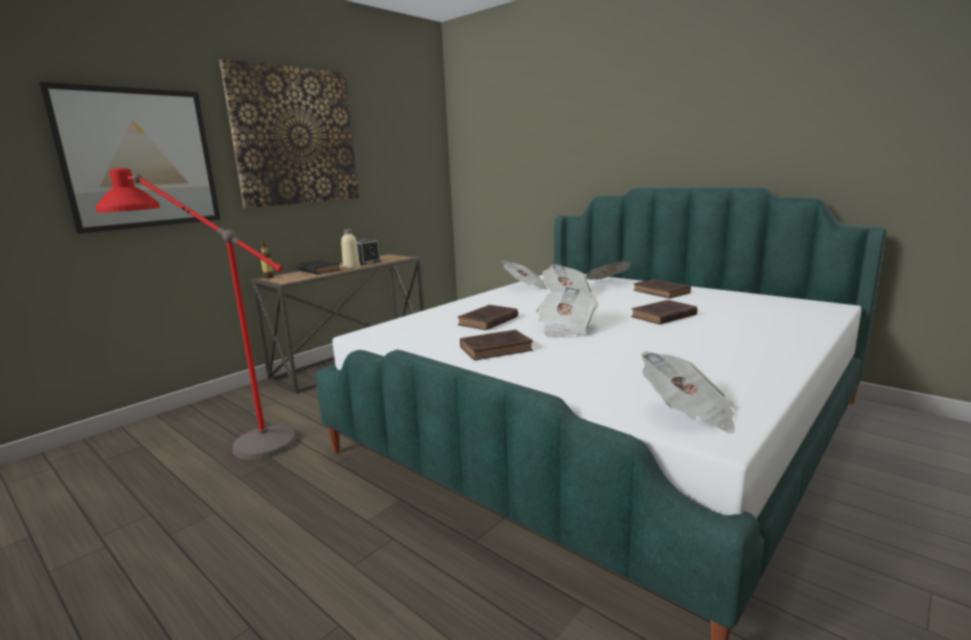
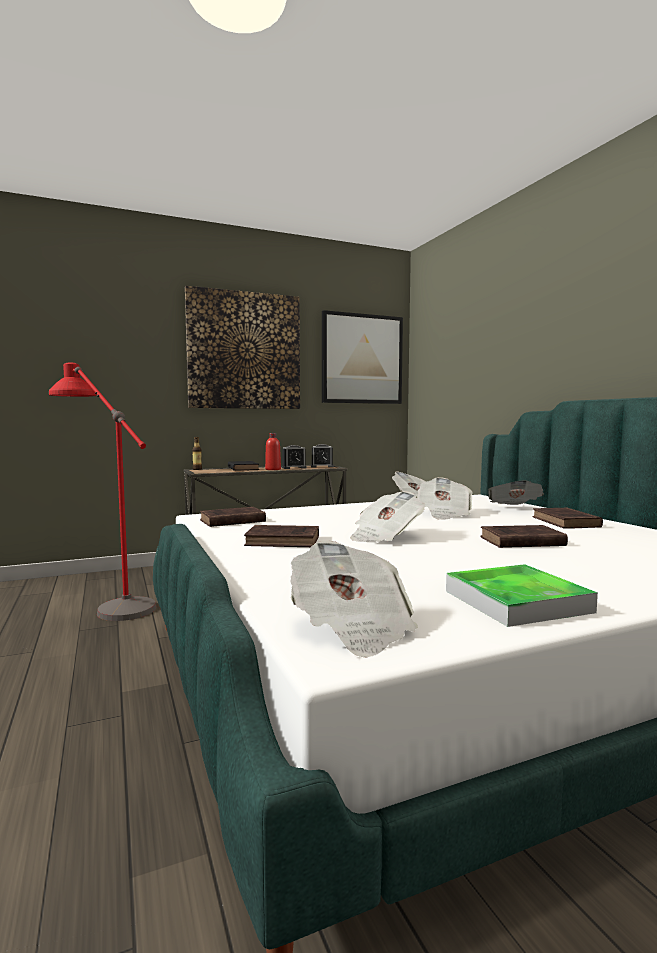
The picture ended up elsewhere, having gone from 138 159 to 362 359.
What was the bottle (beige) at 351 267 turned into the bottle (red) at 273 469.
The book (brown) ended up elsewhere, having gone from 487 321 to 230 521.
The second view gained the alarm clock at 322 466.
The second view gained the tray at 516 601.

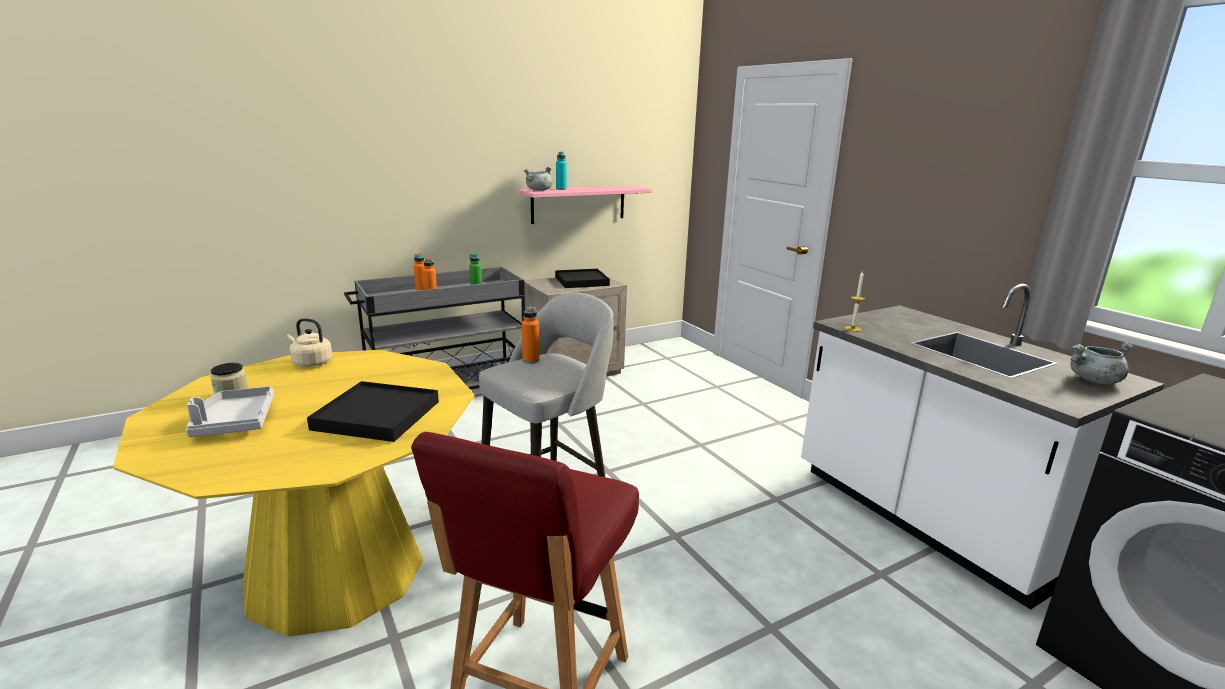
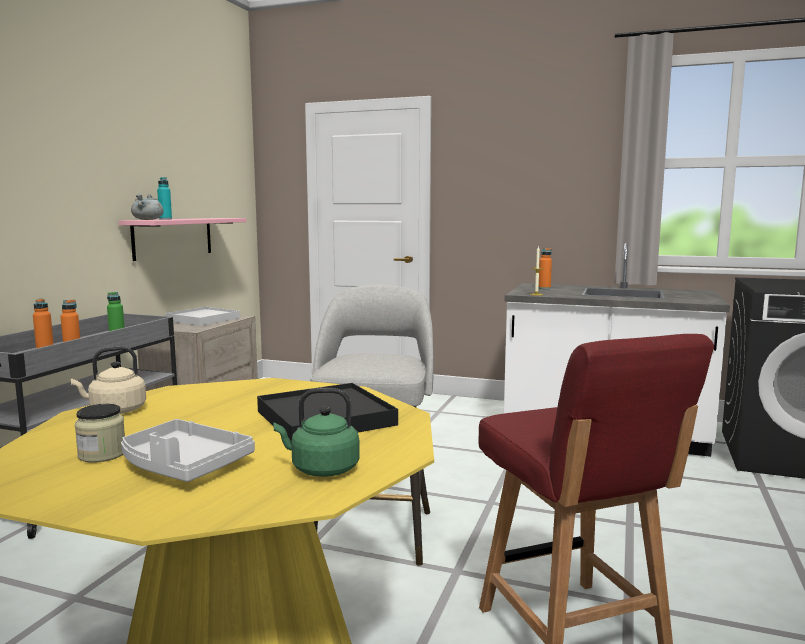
The bottle (orange) ended up elsewhere, having gone from 531 360 to 544 288.
What was the tray (black) at 582 281 turned into the tray (white) at 203 319.
The second view lost the cooking pot (grey) at 1094 380.
The second view gained the kettle (green) at 321 469.

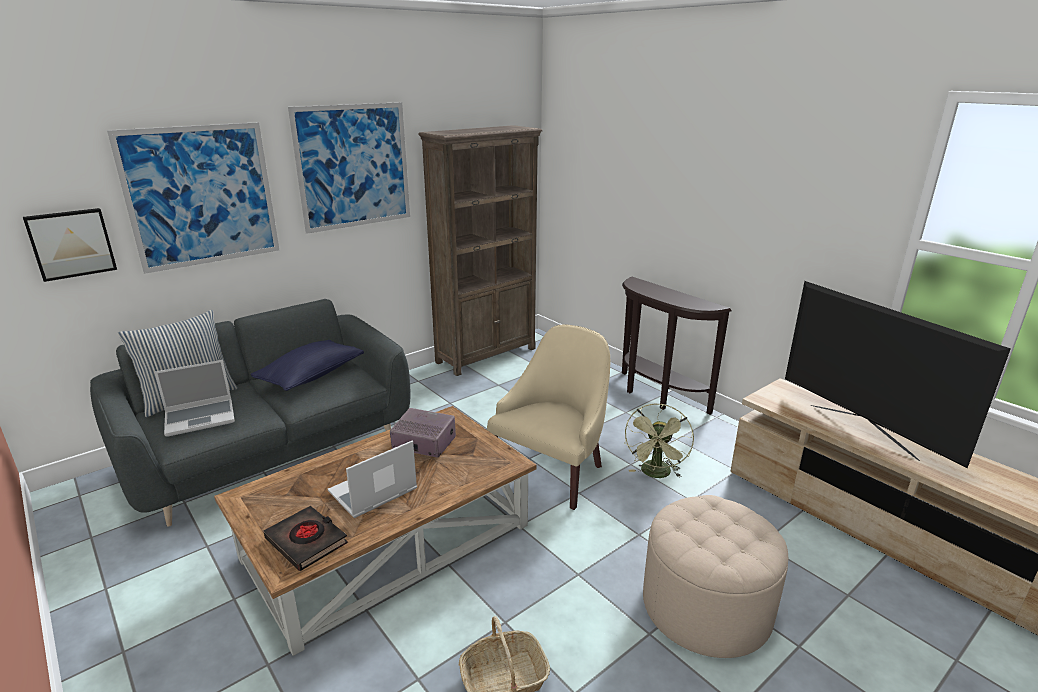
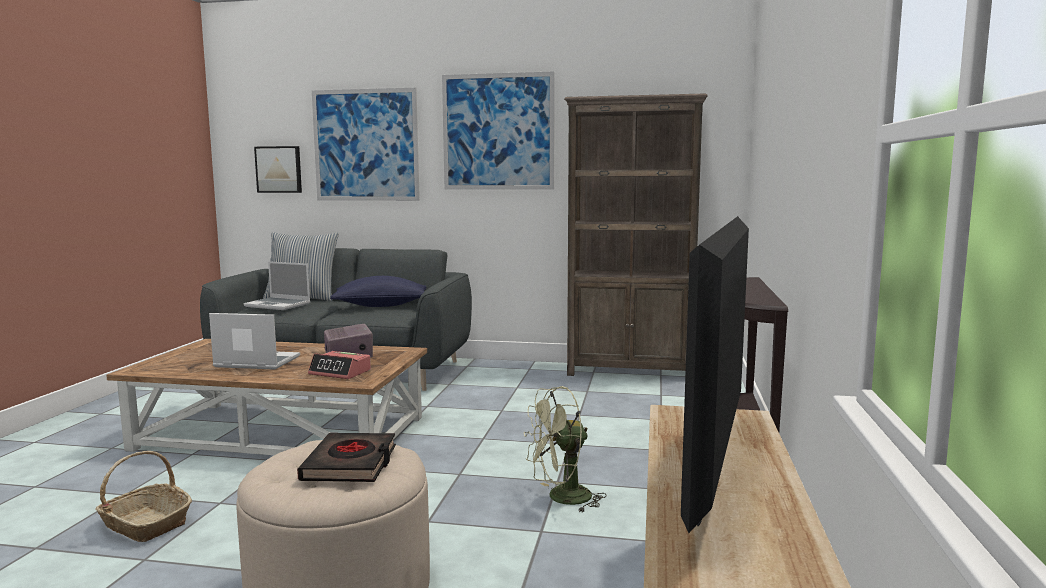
The book (black) ended up elsewhere, having gone from 307 541 to 351 464.
The second view lost the armchair (beige) at 552 471.
The second view gained the alarm clock at 340 372.

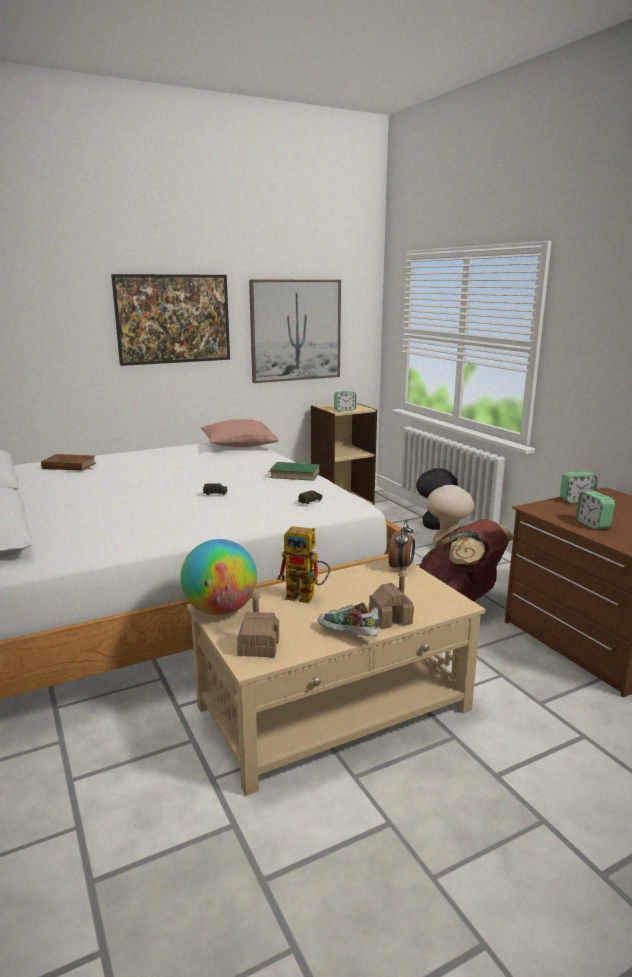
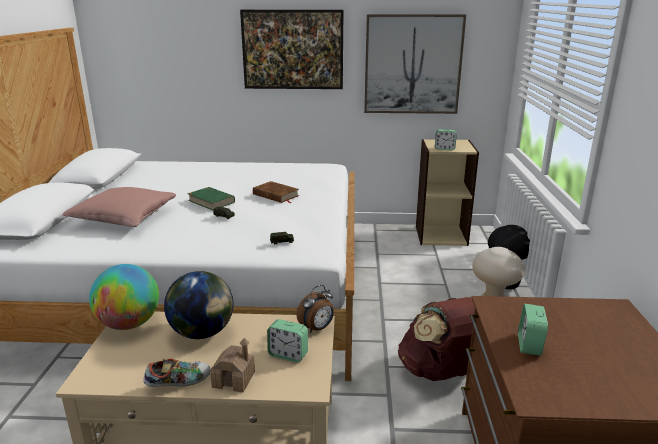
The book (brown) ended up elsewhere, having gone from 69 466 to 276 195.
The pillow (pink) ended up elsewhere, having gone from 238 445 to 124 218.
The second view lost the toy house at 259 646.
The book (green) ended up elsewhere, having gone from 294 474 to 211 201.
Where the toy robot stood at 307 596, the globe came to stand at 202 332.
The shoe at 347 635 ended up facing another way, 90 degrees clockwise from before.
The alarm clock ended up elsewhere, having gone from 576 500 to 288 354.

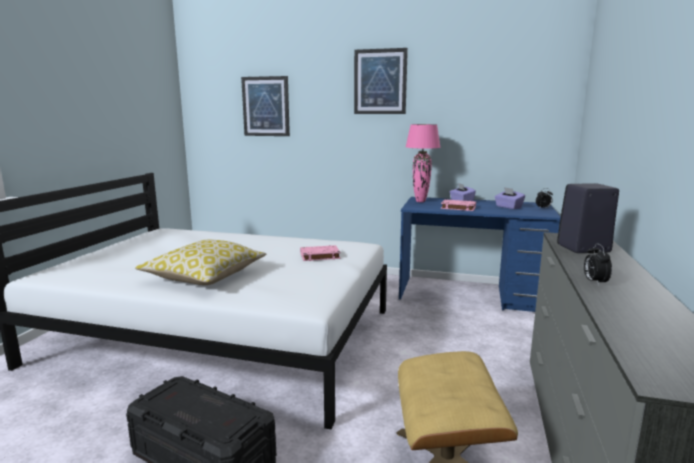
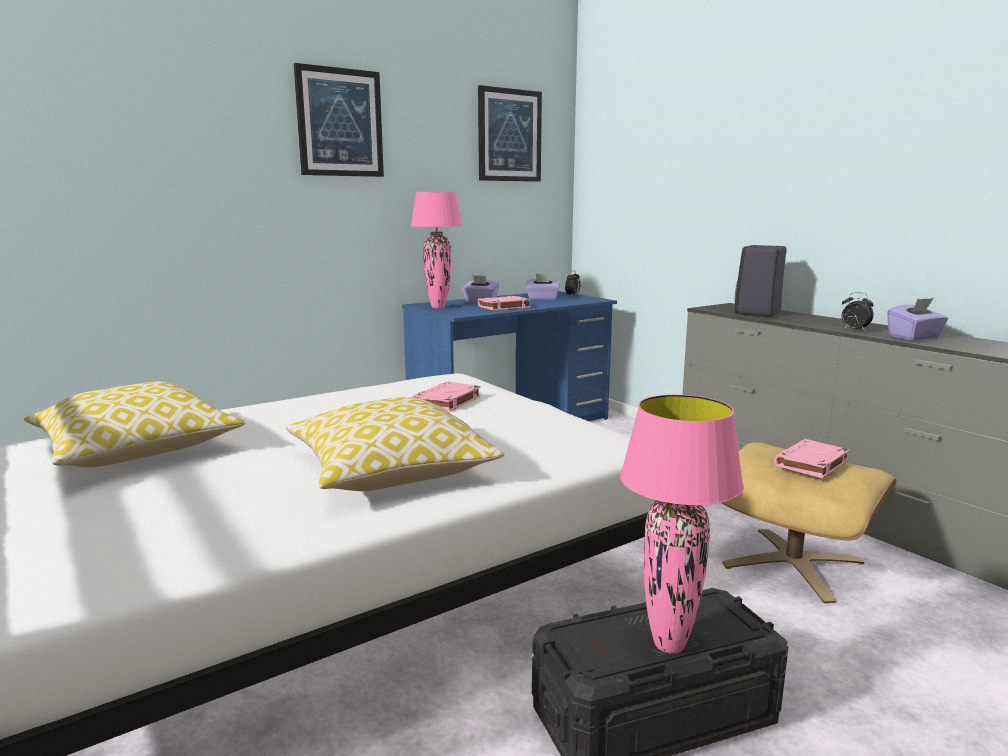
The picture ended up elsewhere, having gone from 266 106 to 509 135.
The second view gained the pillow at 137 450.
The second view gained the table lamp (pink) at 670 645.
The second view gained the book (pink) at 811 463.
The second view gained the tissue box (purple) at 914 337.

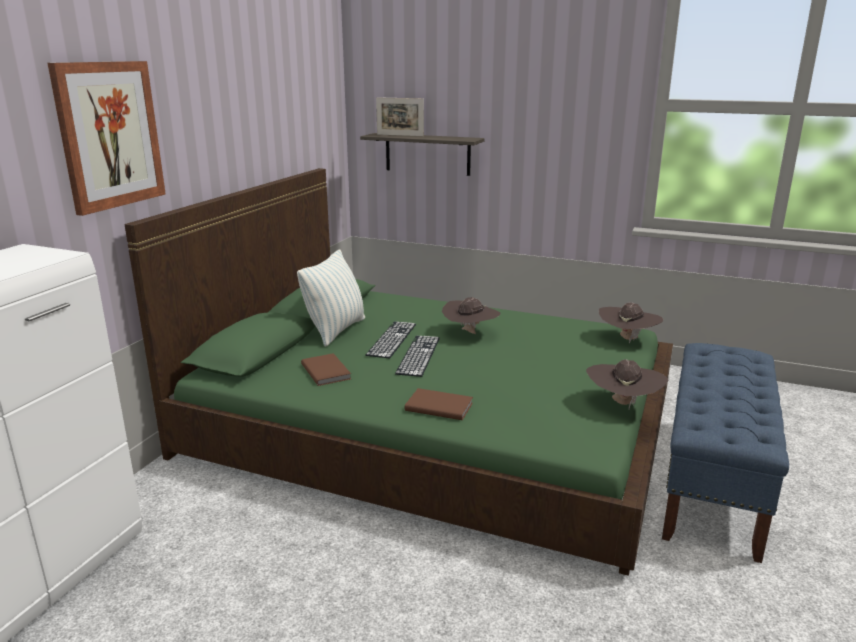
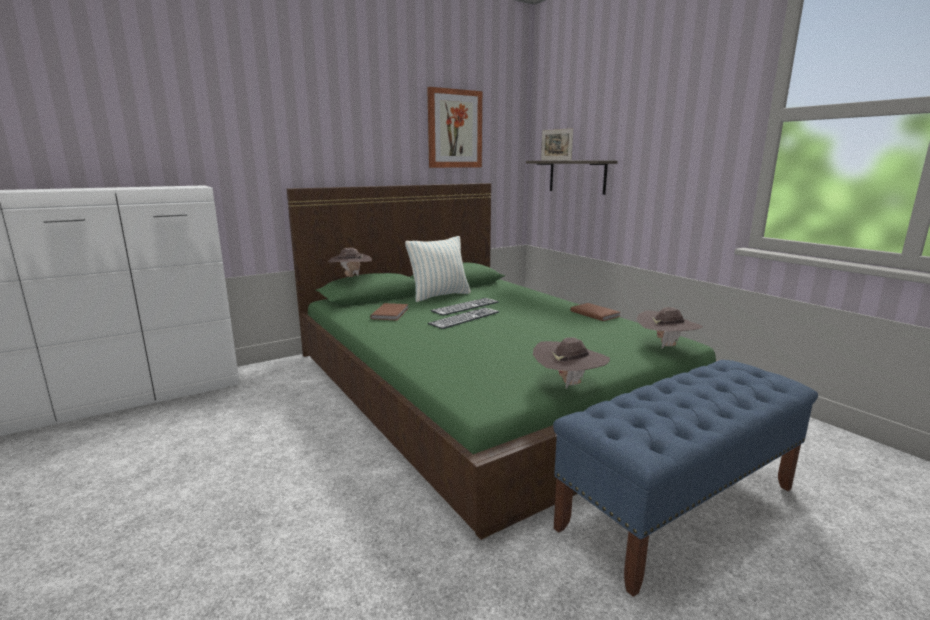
The picture ended up elsewhere, having gone from 109 135 to 454 129.
The book (brown) ended up elsewhere, having gone from 438 406 to 595 313.
The hat (brown) ended up elsewhere, having gone from 470 334 to 350 277.

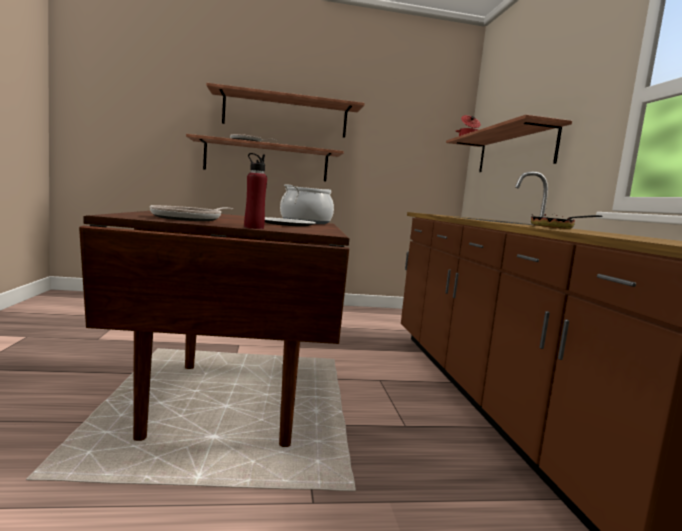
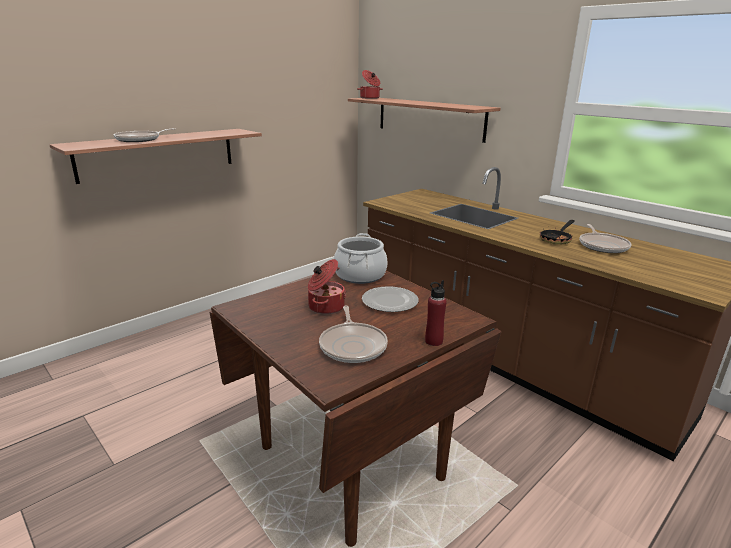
The second view lost the shelf at 285 115.
The second view gained the cooking pot at 325 307.
The second view gained the frying pan at 602 246.

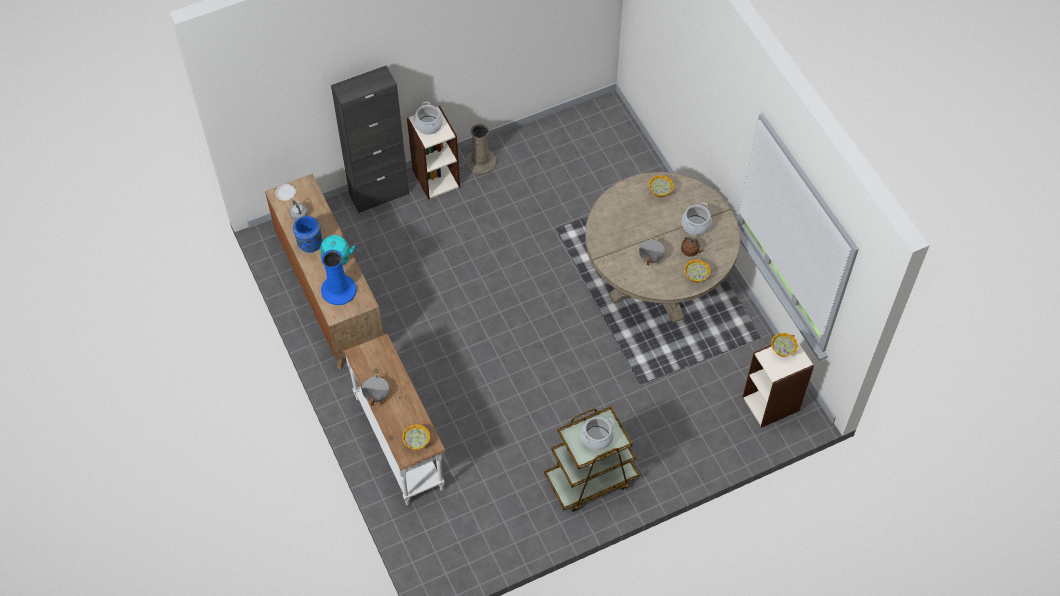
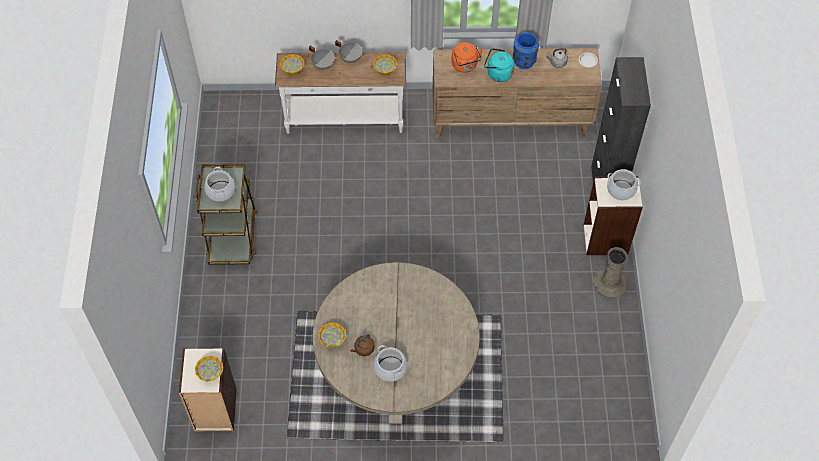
Where the vase (blue) stood at 339 290, the kettle (orange) came to stand at 465 66.
The cooking pot (grey) ended up elsewhere, having gone from 650 257 to 323 65.
The bowl ended up elsewhere, having gone from 660 191 to 385 70.

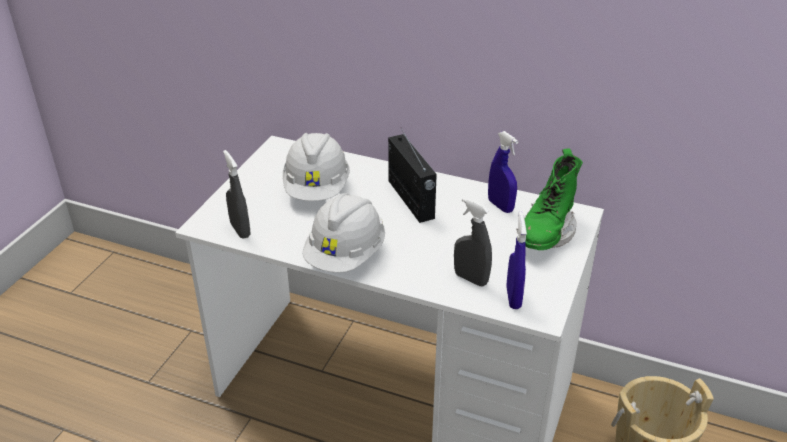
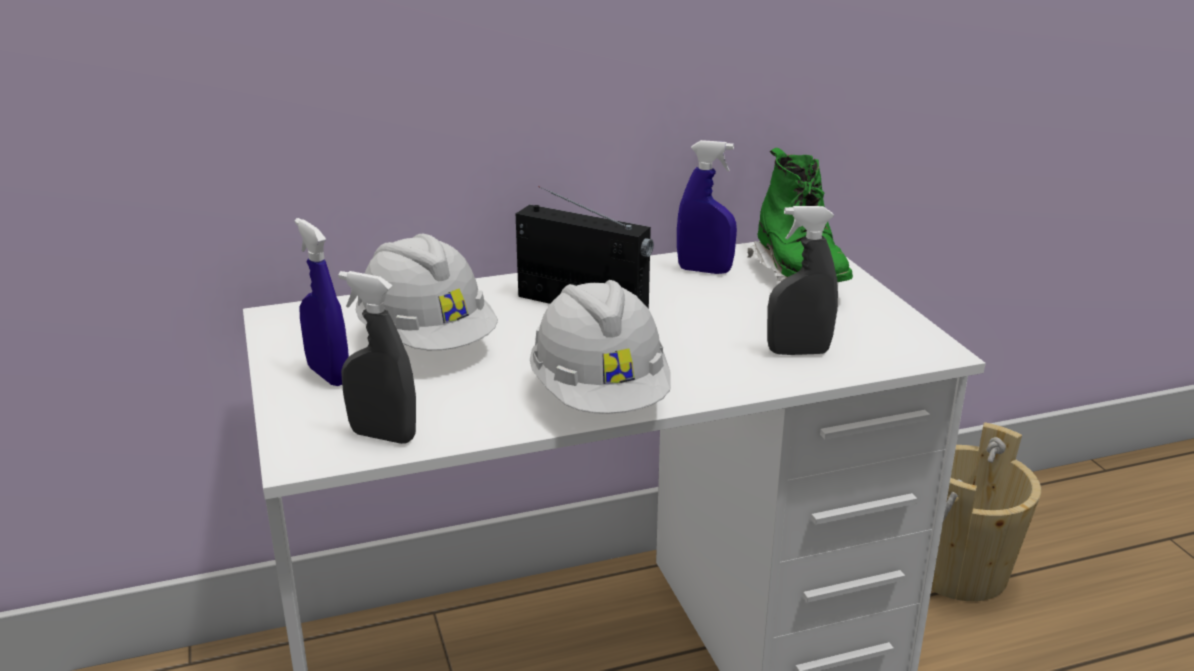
The spray bottle (blue) ended up elsewhere, having gone from 513 298 to 328 375.

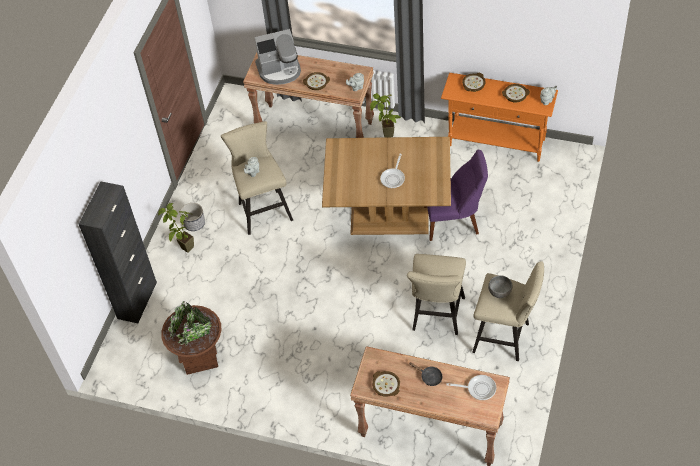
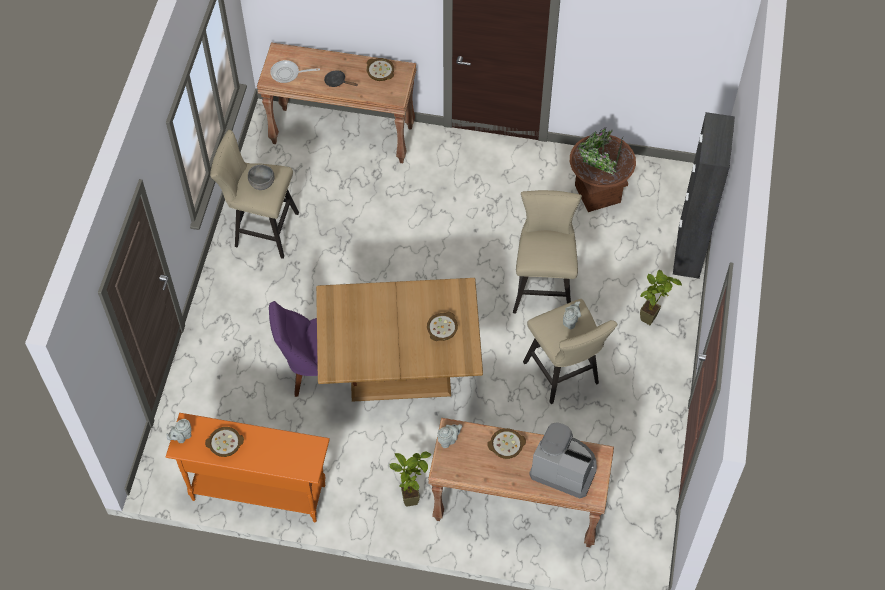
The second view lost the planter at 194 223.
The coffee machine at 279 70 ended up facing another way, 45 degrees clockwise from before.
The second view lost the frying pan at 393 178.
The stool (beige) ended up elsewhere, having gone from 437 317 to 543 288.
The bowl ended up elsewhere, having gone from 473 84 to 442 329.

